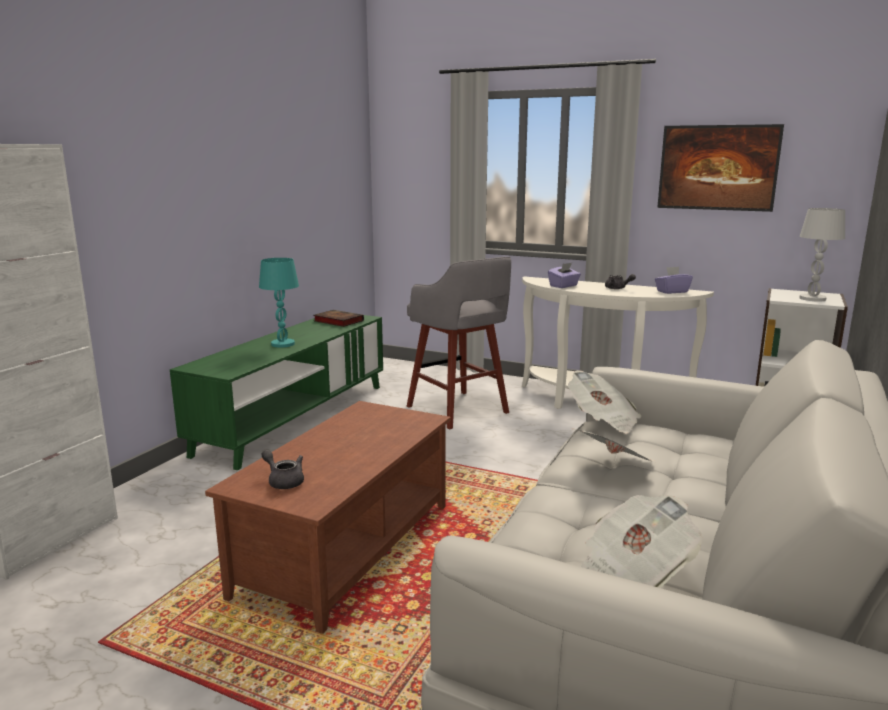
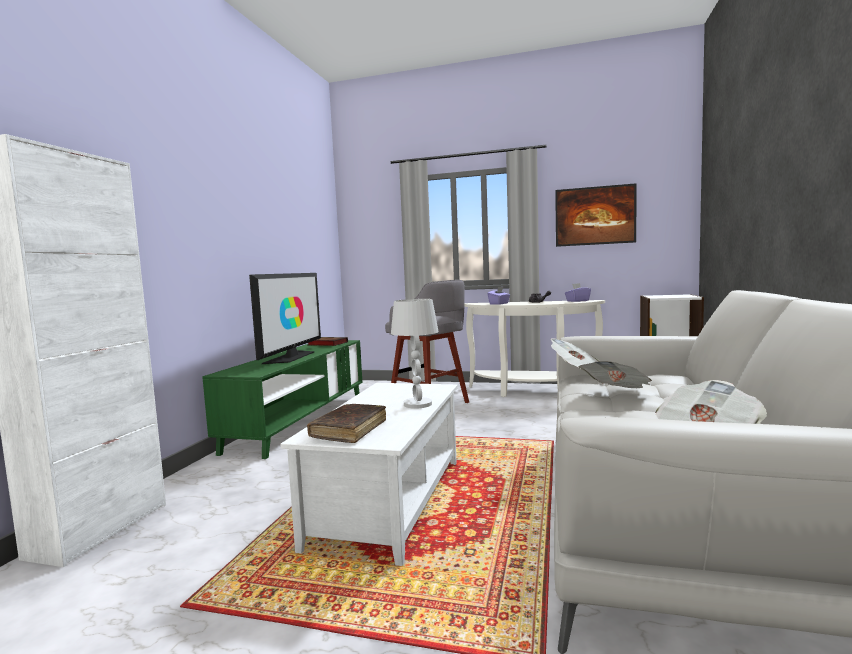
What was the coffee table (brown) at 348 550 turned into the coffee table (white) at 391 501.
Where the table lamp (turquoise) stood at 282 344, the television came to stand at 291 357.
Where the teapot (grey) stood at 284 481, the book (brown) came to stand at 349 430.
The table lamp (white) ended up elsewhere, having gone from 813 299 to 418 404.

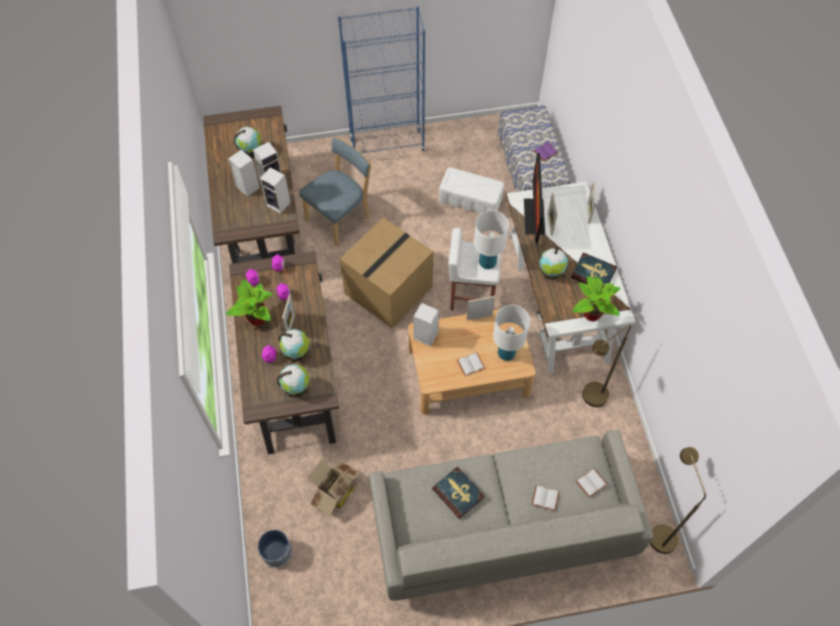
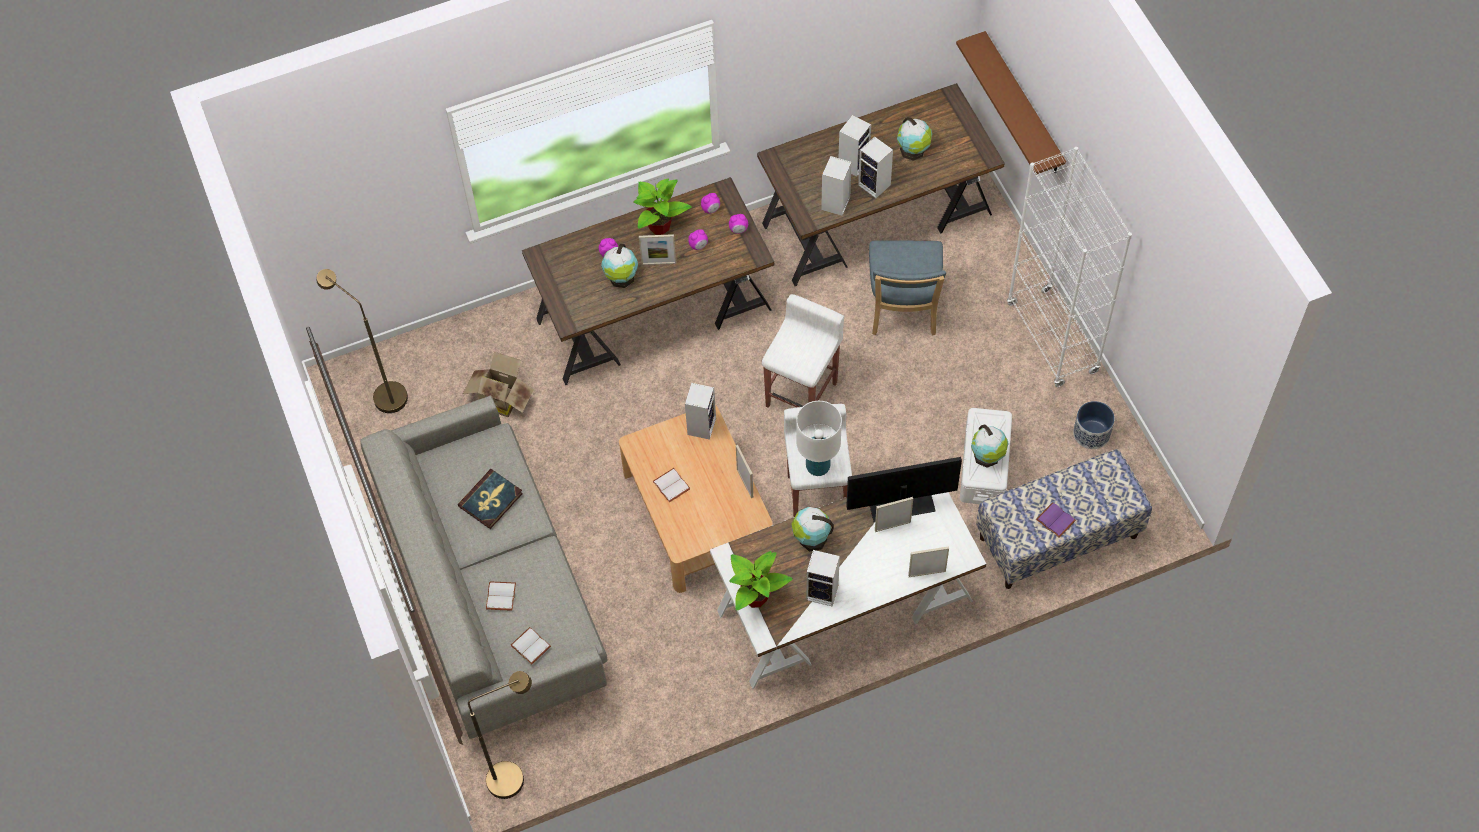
The planter ended up elsewhere, having gone from 277 552 to 1091 433.
The globe ended up elsewhere, having gone from 296 388 to 987 457.
The chair (blue) at 340 217 ended up facing another way, 60 degrees clockwise from before.
What was the bookcase (blue) at 387 145 turned into the bookcase (white) at 1052 338.
Where the cardboard box stood at 388 288, the stool (white) came to stand at 802 393.
The second view lost the table lamp (white) at 506 353.
Where the book stood at 593 273, the speaker came to stand at 823 592.
The floor lamp (brown) ended up elsewhere, having gone from 590 400 to 383 394.
The second view gained the shelf (brown) at 1023 105.

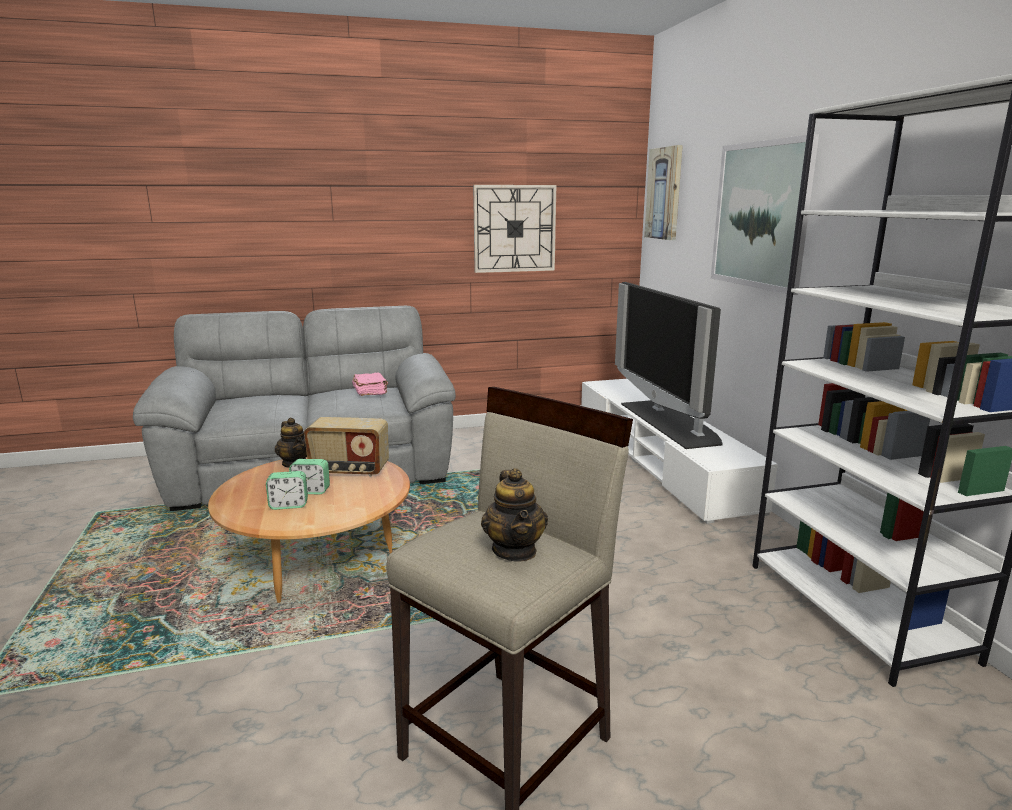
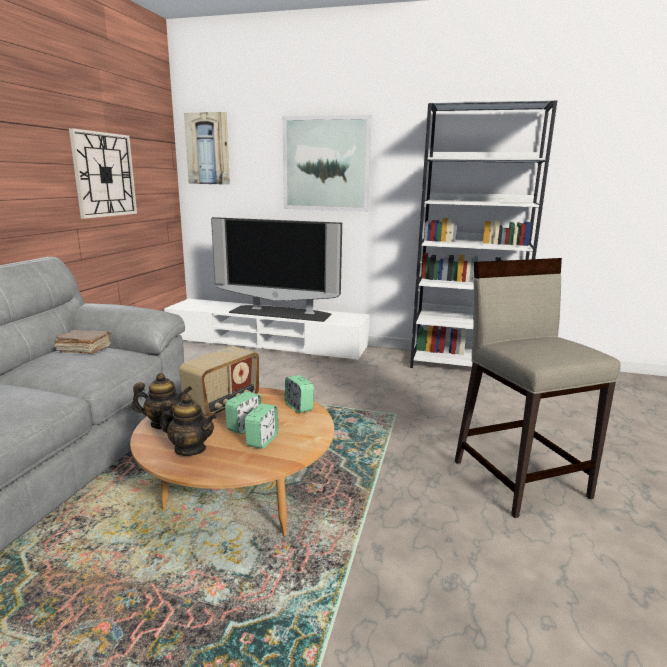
What was the book (pink) at 370 392 turned into the book (brown) at 84 350.
The teapot ended up elsewhere, having gone from 515 550 to 190 449.
The second view gained the alarm clock at 299 407.

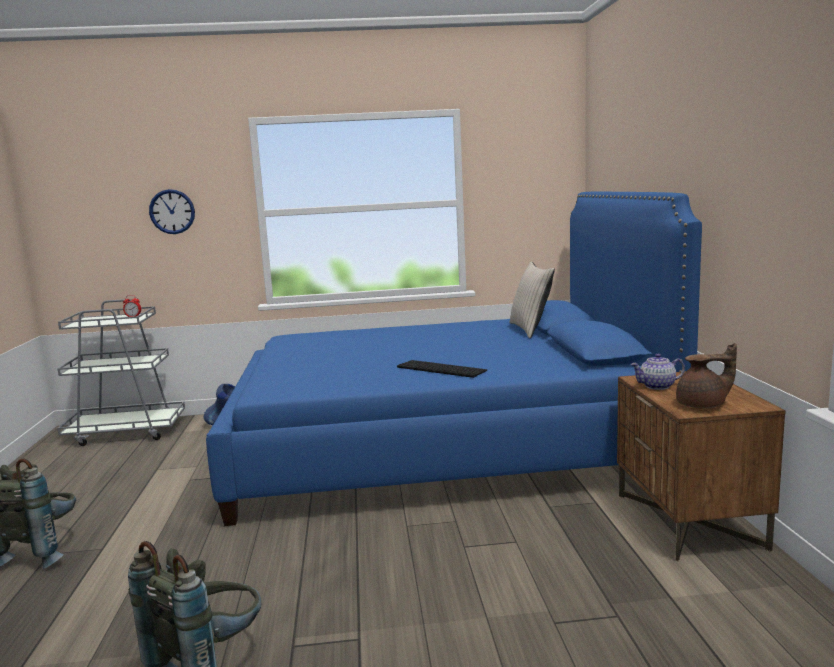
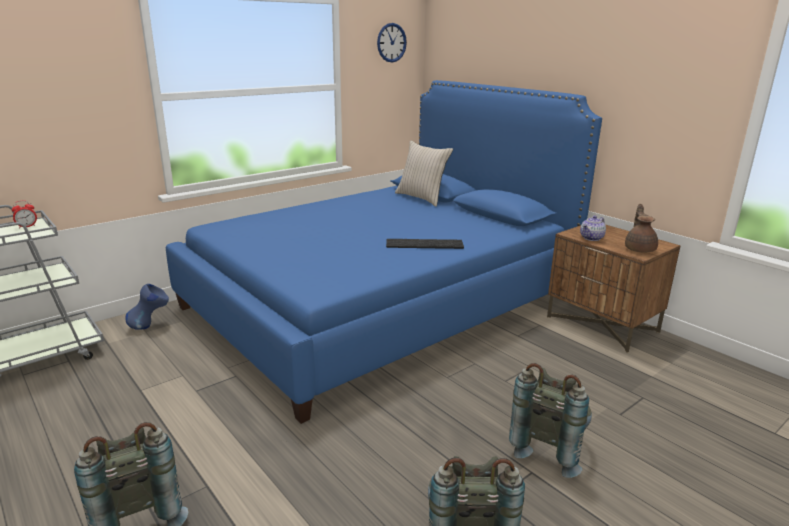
The wall clock ended up elsewhere, having gone from 172 211 to 391 42.
The teapot (brown) at 703 405 ended up facing another way, 45 degrees counterclockwise from before.
The second view gained the backpack (grey) at 549 448.

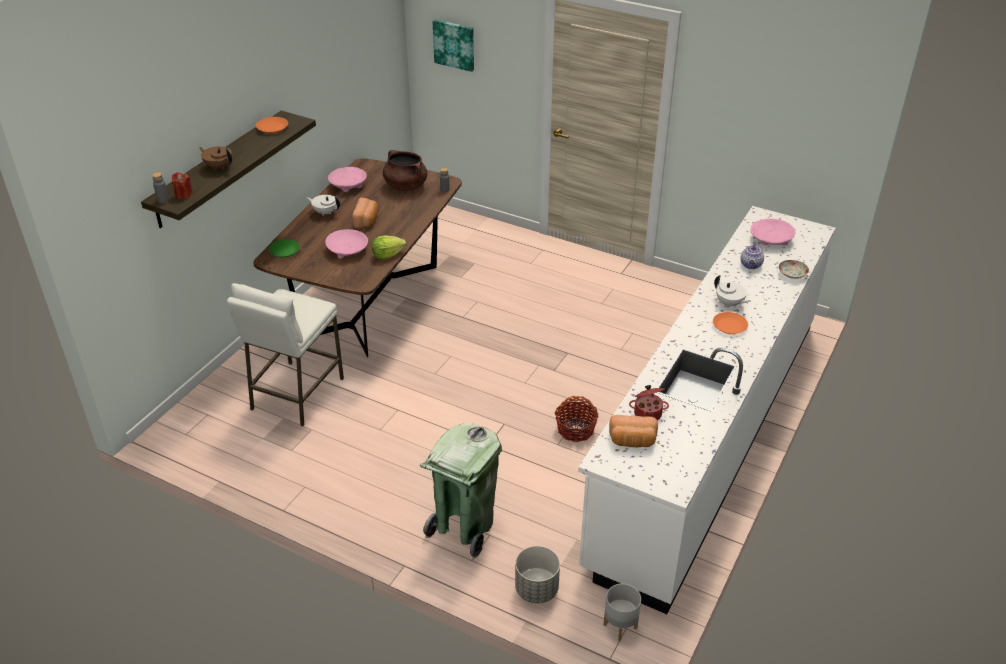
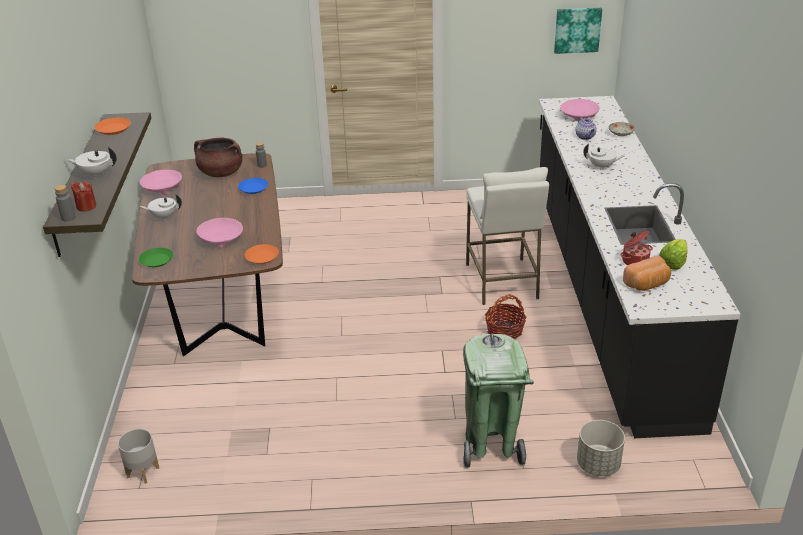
What was the teapot (brown) at 218 167 turned into the teapot (white) at 95 174.
The stool (white) ended up elsewhere, having gone from 296 394 to 502 281.
The second view lost the bread at 367 220.
The lettuce ended up elsewhere, having gone from 387 255 to 673 263.
The picture ended up elsewhere, having gone from 454 44 to 577 30.
What was the counter (white) at 706 436 turned into the counter (black) at 606 294.
The planter (grey) ended up elsewhere, having gone from 620 626 to 143 472.
The plate (orange) ended up elsewhere, having gone from 729 326 to 261 257.
The second view gained the plate (blue) at 253 188.

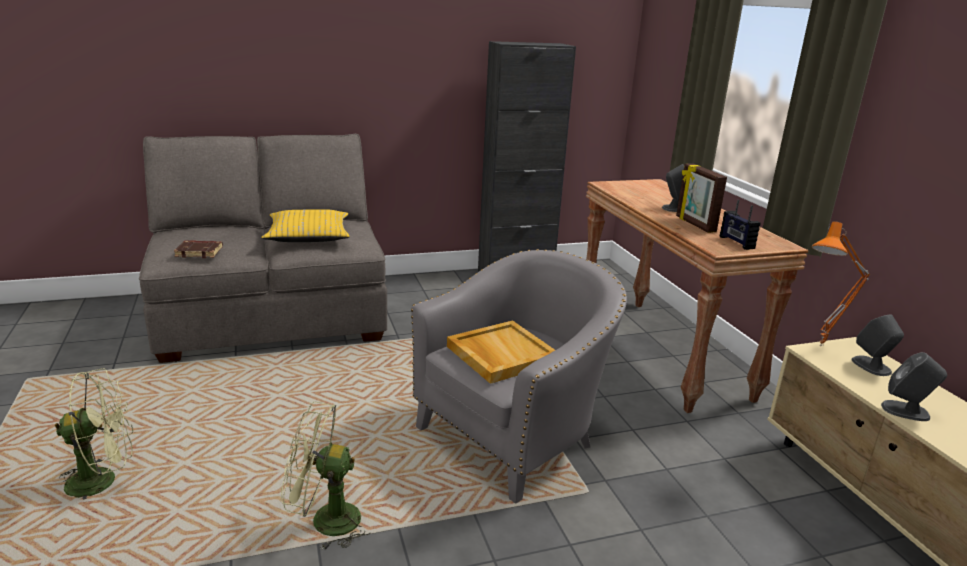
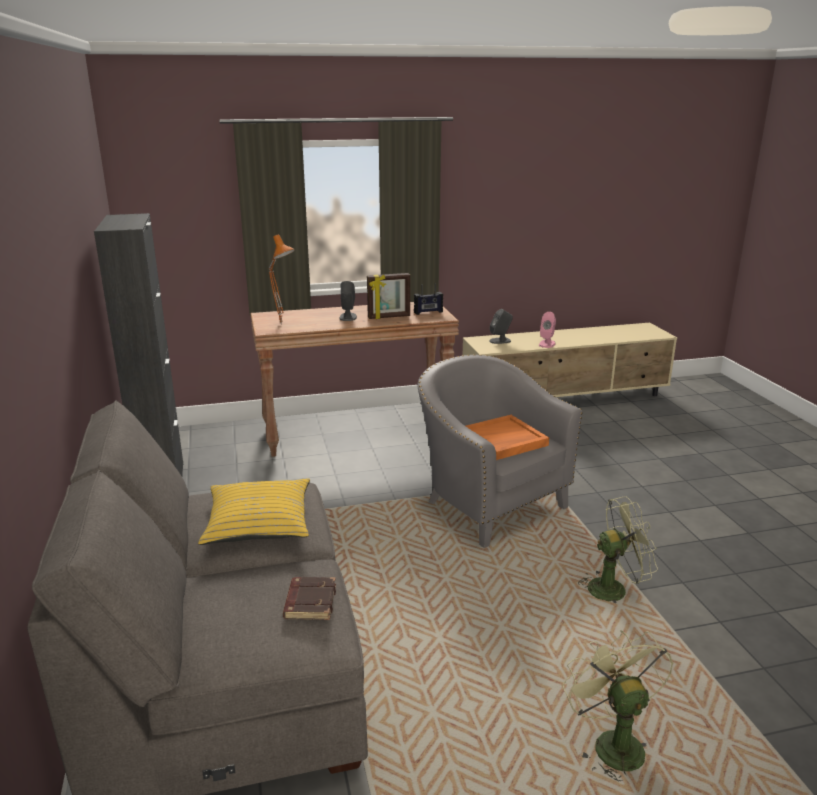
The fan (green) at 325 521 ended up facing another way, 105 degrees counterclockwise from before.
What was the tray (beige) at 500 354 turned into the tray (orange) at 503 440.
The table lamp (orange) ended up elsewhere, having gone from 823 347 to 283 324.
What was the speaker (grey) at 906 411 turned into the speaker (pink) at 547 344.

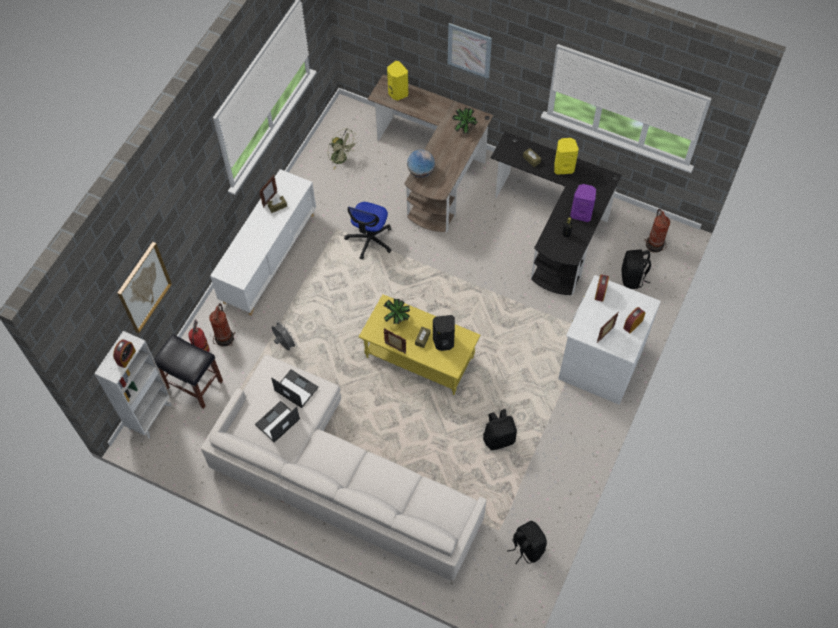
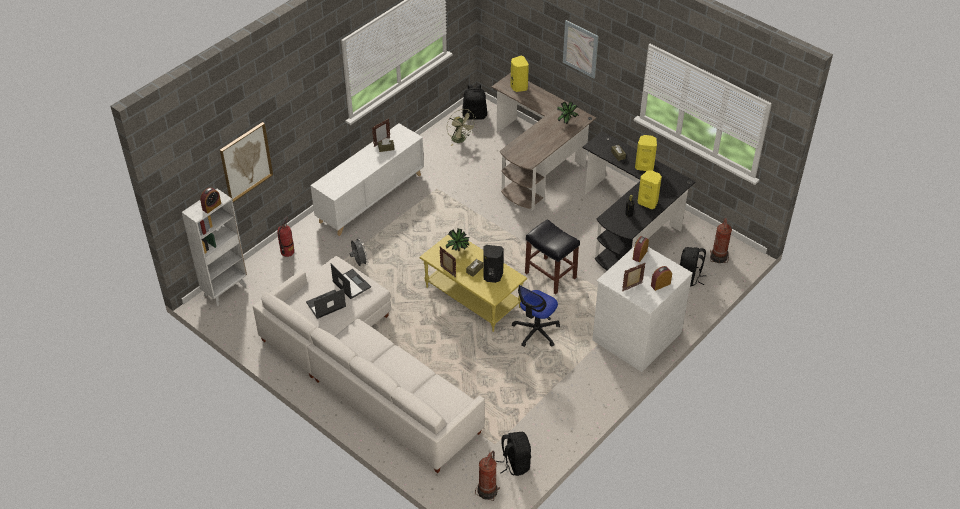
The stool (black) ended up elsewhere, having gone from 193 384 to 549 275.
The fire extinguisher ended up elsewhere, having gone from 225 337 to 488 490.
The office chair ended up elsewhere, having gone from 370 240 to 536 331.
The second view lost the globe at 420 171.
The backpack (black) ended up elsewhere, having gone from 499 438 to 474 115.
What was the speaker (purple) at 581 213 turned into the speaker (yellow) at 648 202.

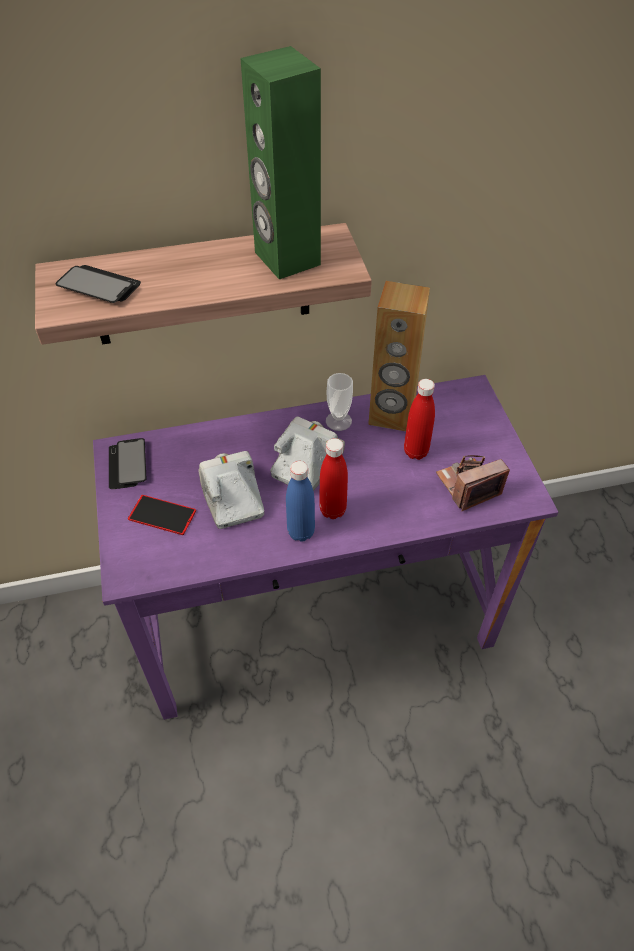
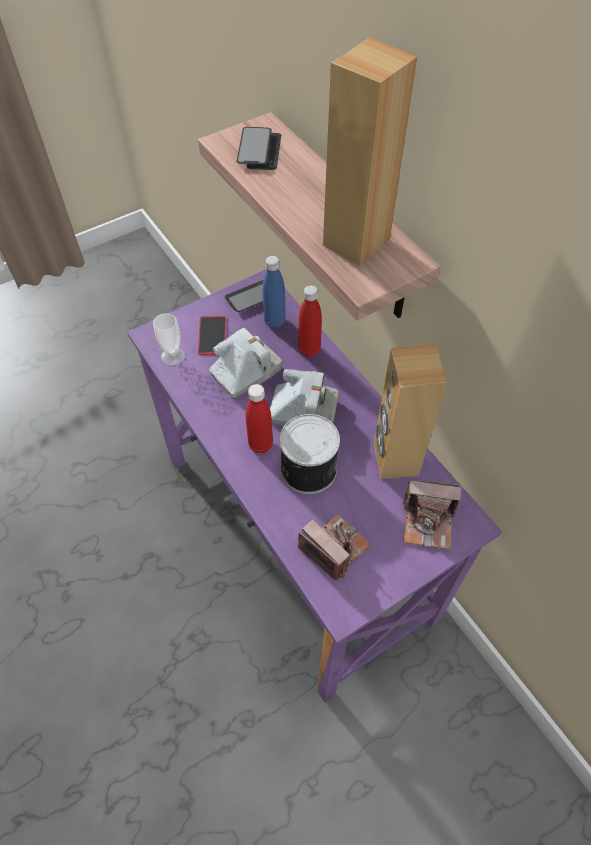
What was the speaker (green) at 286 259 turned into the speaker (brown) at 355 241.
The bottle (blue) ended up elsewhere, having gone from 301 532 to 274 321.
The cup ended up elsewhere, having gone from 338 421 to 173 356.
The bottle (red) ended up elsewhere, having gone from 416 452 to 309 350.
The second view gained the can at 307 468.
The second view gained the photo camera at 428 522.

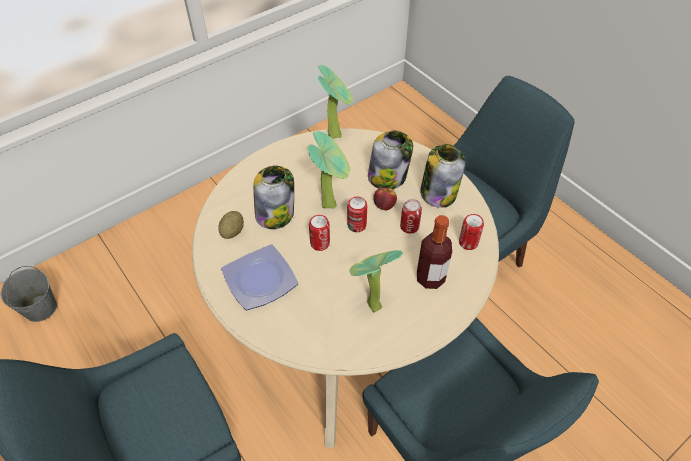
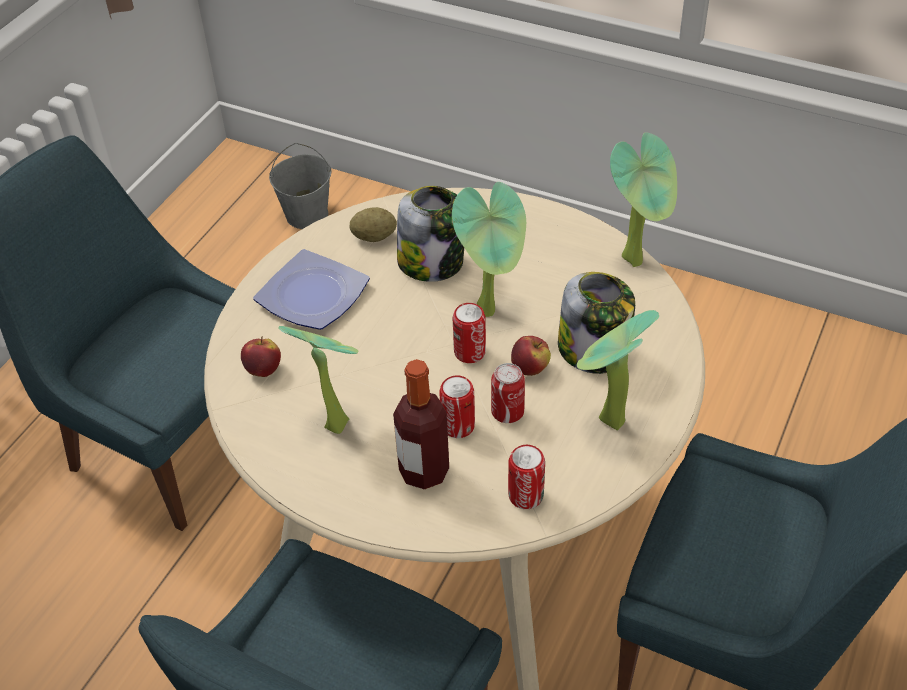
The can ended up elsewhere, having gone from 320 243 to 458 426.
Where the jar stood at 438 193, the potted plant came to stand at 606 423.
The second view gained the apple at 263 369.

